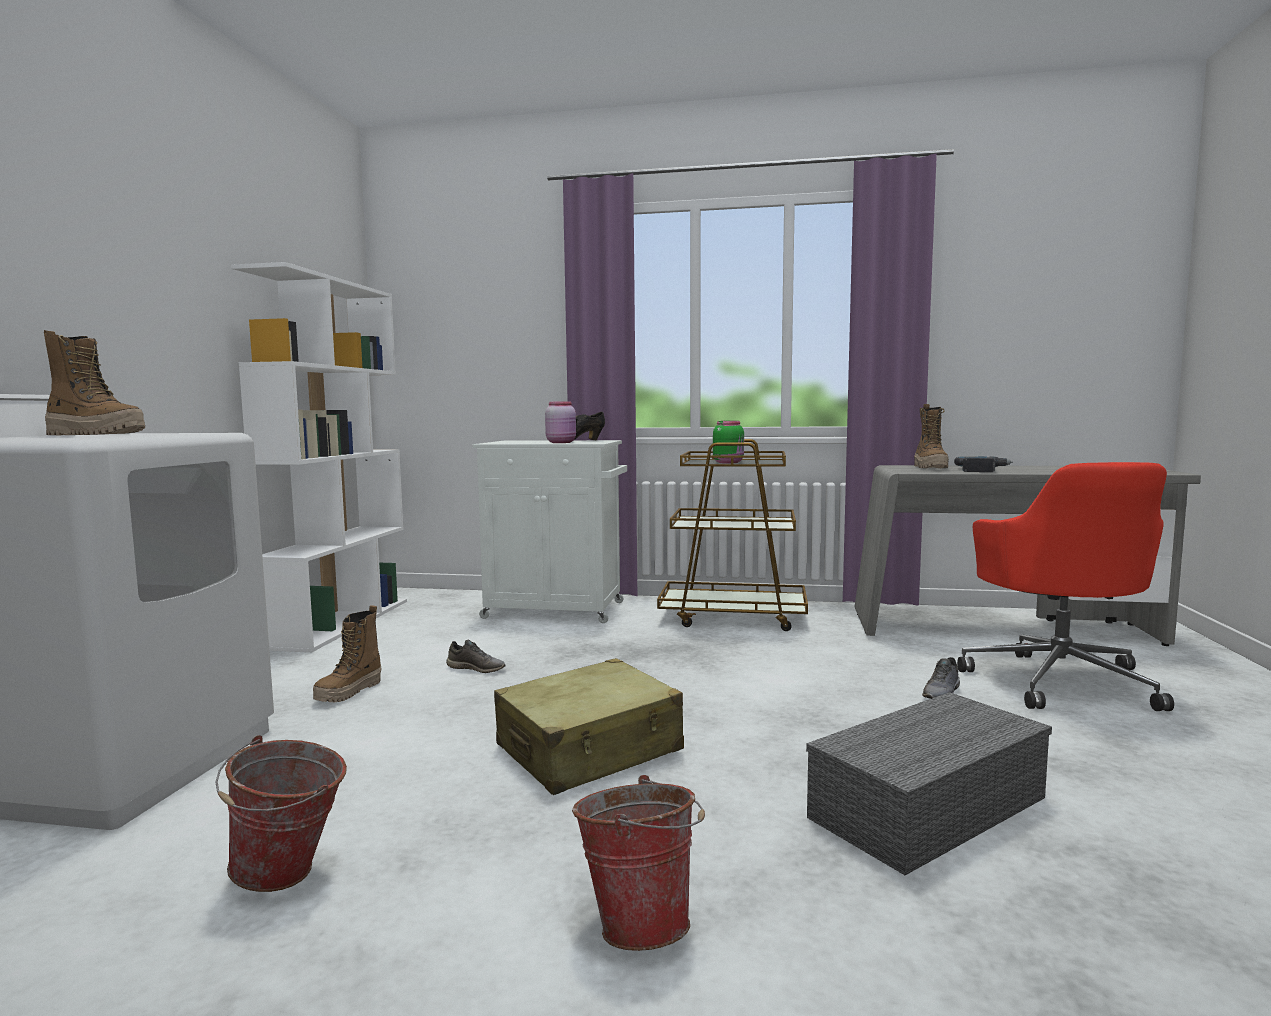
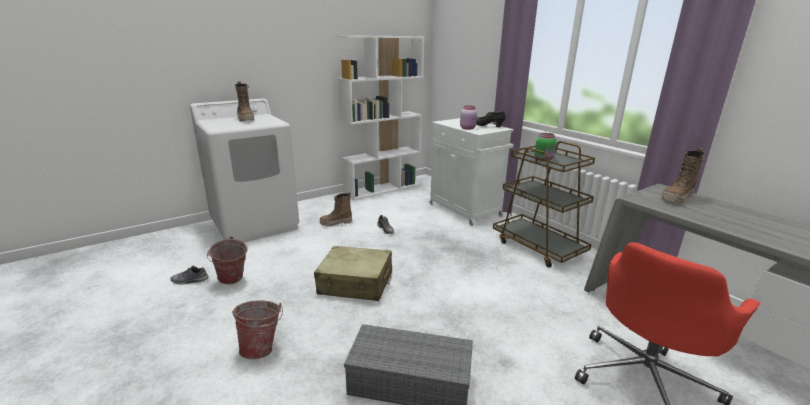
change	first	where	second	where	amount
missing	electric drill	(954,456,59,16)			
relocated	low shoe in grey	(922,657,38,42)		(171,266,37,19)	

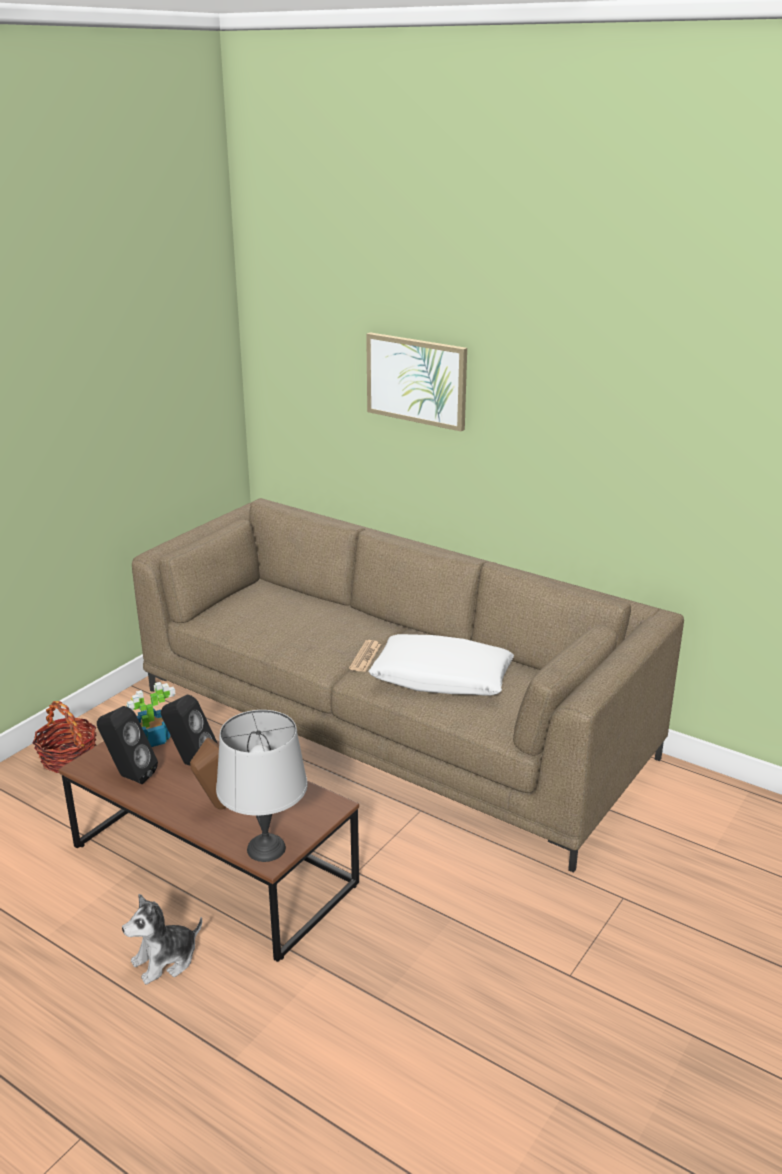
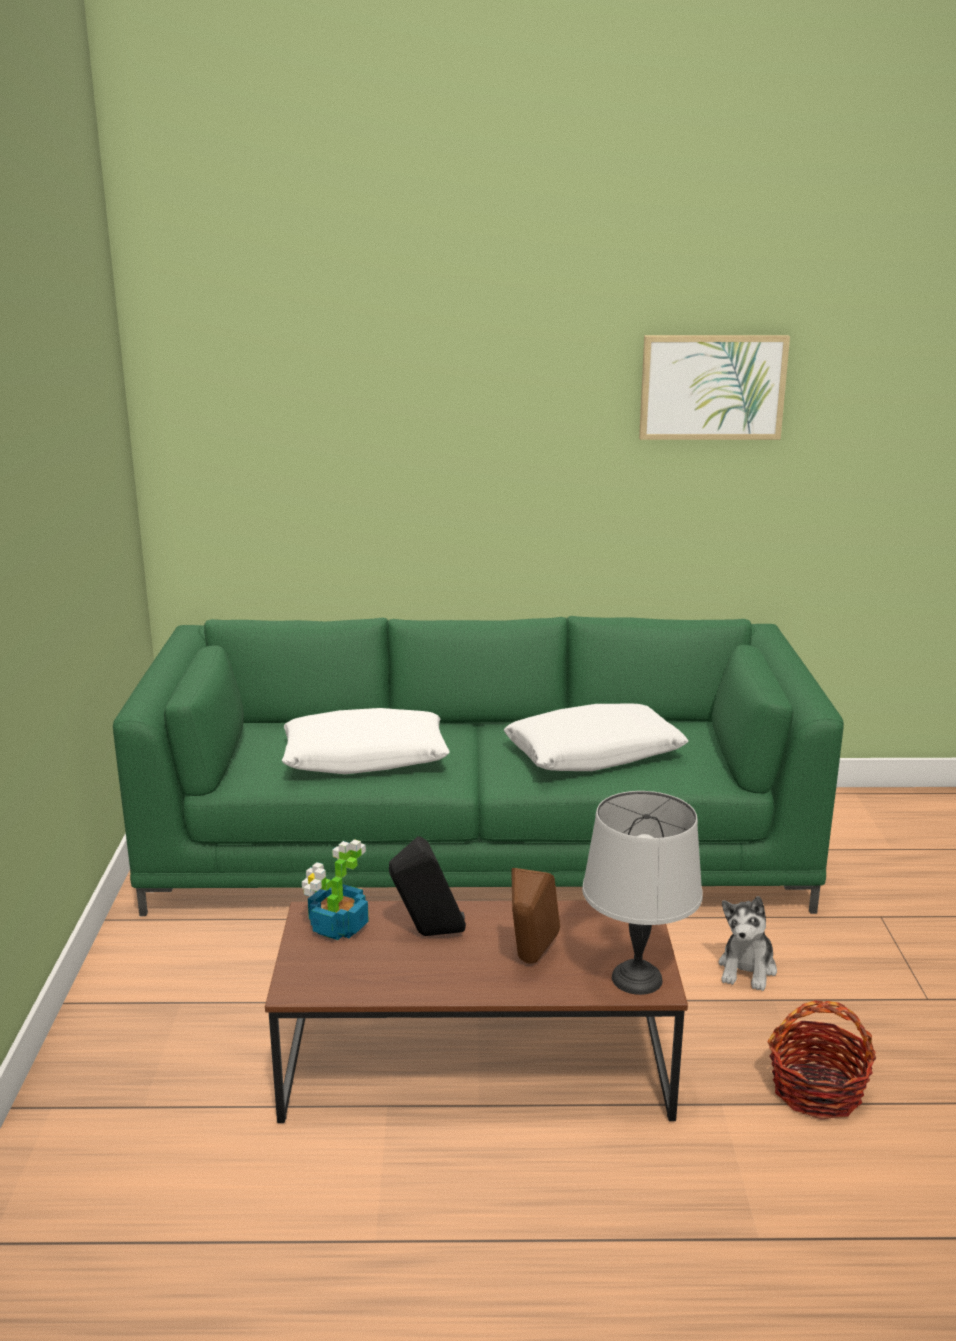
change	first	where	second	where	amount
relocated	wall art	(366,332,101,100)		(639,335,151,105)	
colour	settee in brownish	(132,498,552,375)	settee in green	(113,616,731,300)	
missing	newspaper	(349,640,32,32)			
relocated	basket	(33,701,63,72)		(768,1000,108,120)	
missing	audio speaker in blackish	(97,706,61,78)			
relocated	soft toy	(122,894,80,91)		(718,896,59,95)	
appeared			cushion in white	(282,708,168,66)	

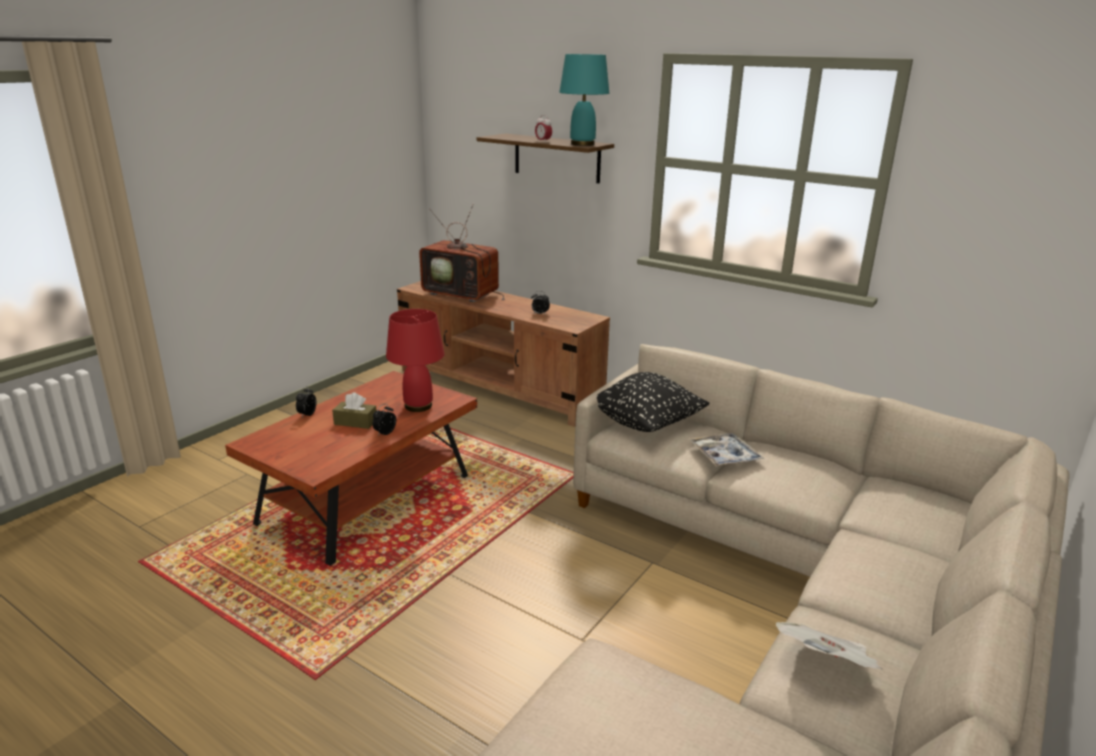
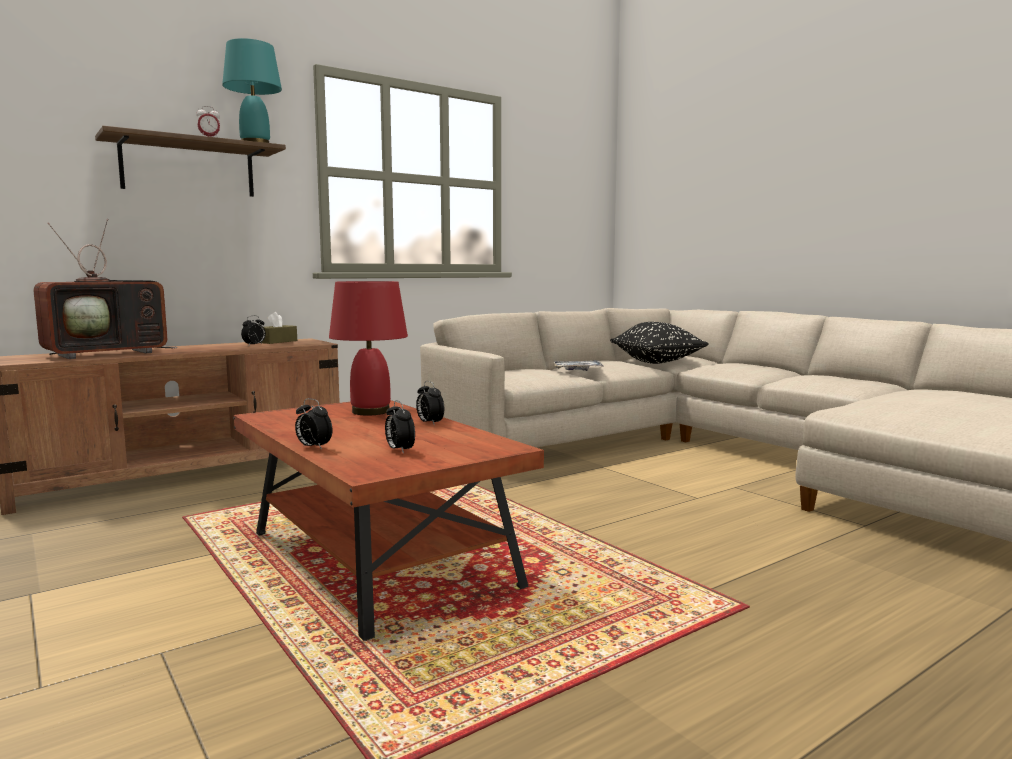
change	first	where	second	where	amount
relocated	cushion in blackish	(597,372,112,60)		(610,322,99,42)	
relocated	tissue box in brownish	(332,392,45,37)		(261,312,36,32)	
missing	newspaper	(776,622,107,48)			
appeared			alarm clock	(385,400,30,54)	

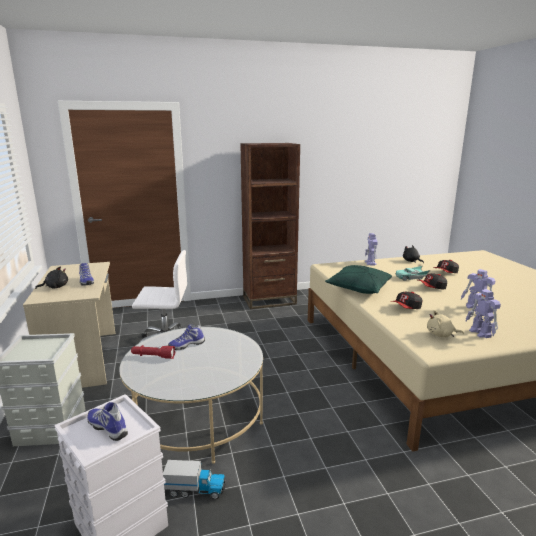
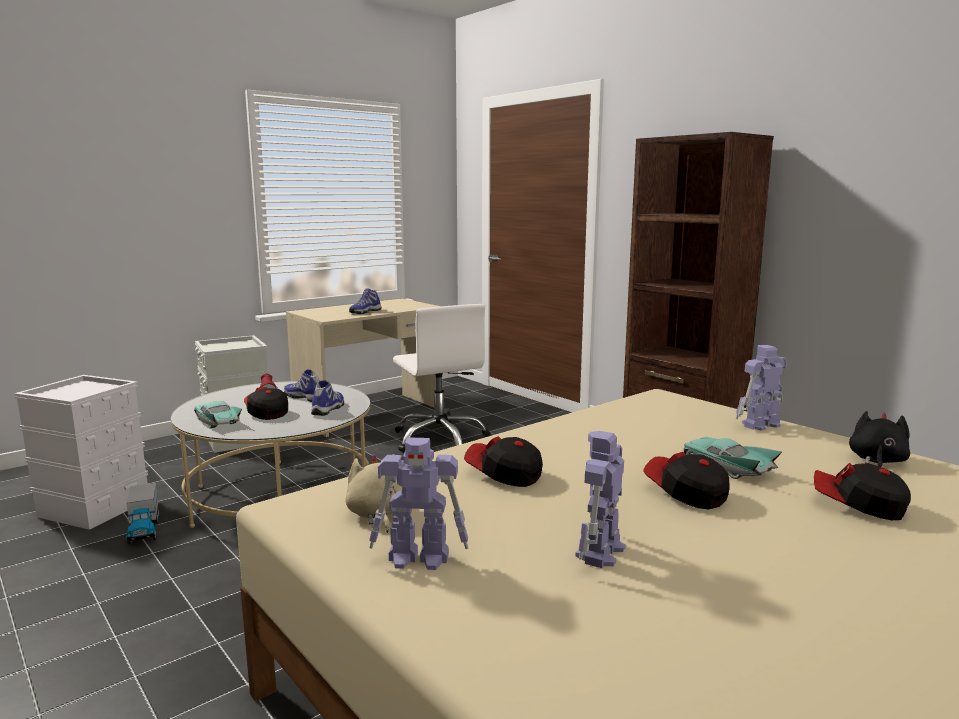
change	first	where	second	where	amount
missing	cushion in green	(325,265,67,29)			
missing	soft toy in blackish	(35,267,33,22)			
spun	toy robot	(466,289,35,49)		(369,437,99,133)	135 degrees counterclockwise
relocated	low shoe	(87,402,41,39)		(311,380,33,36)	
appeared			peaked cap	(244,387,44,33)	
appeared			model car in turquoise-coloured	(194,401,48,27)	

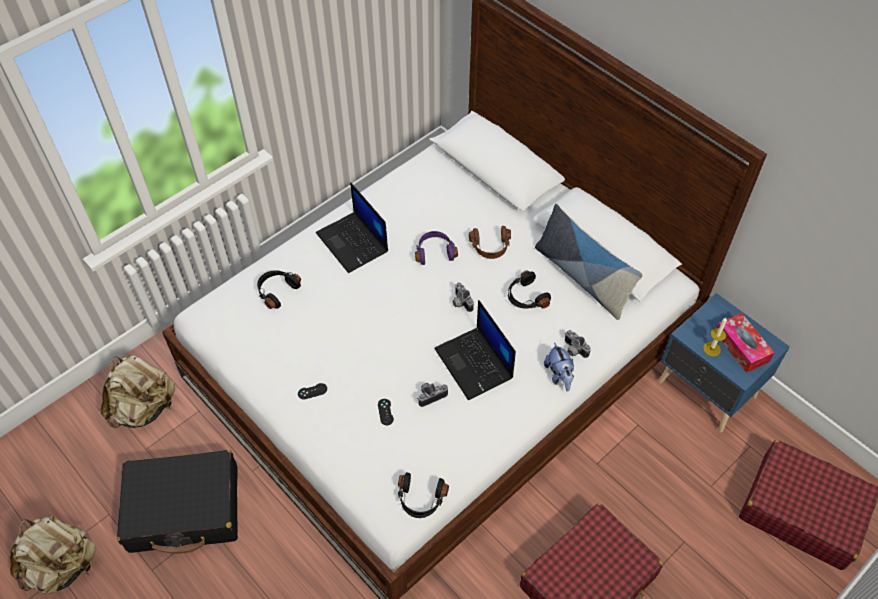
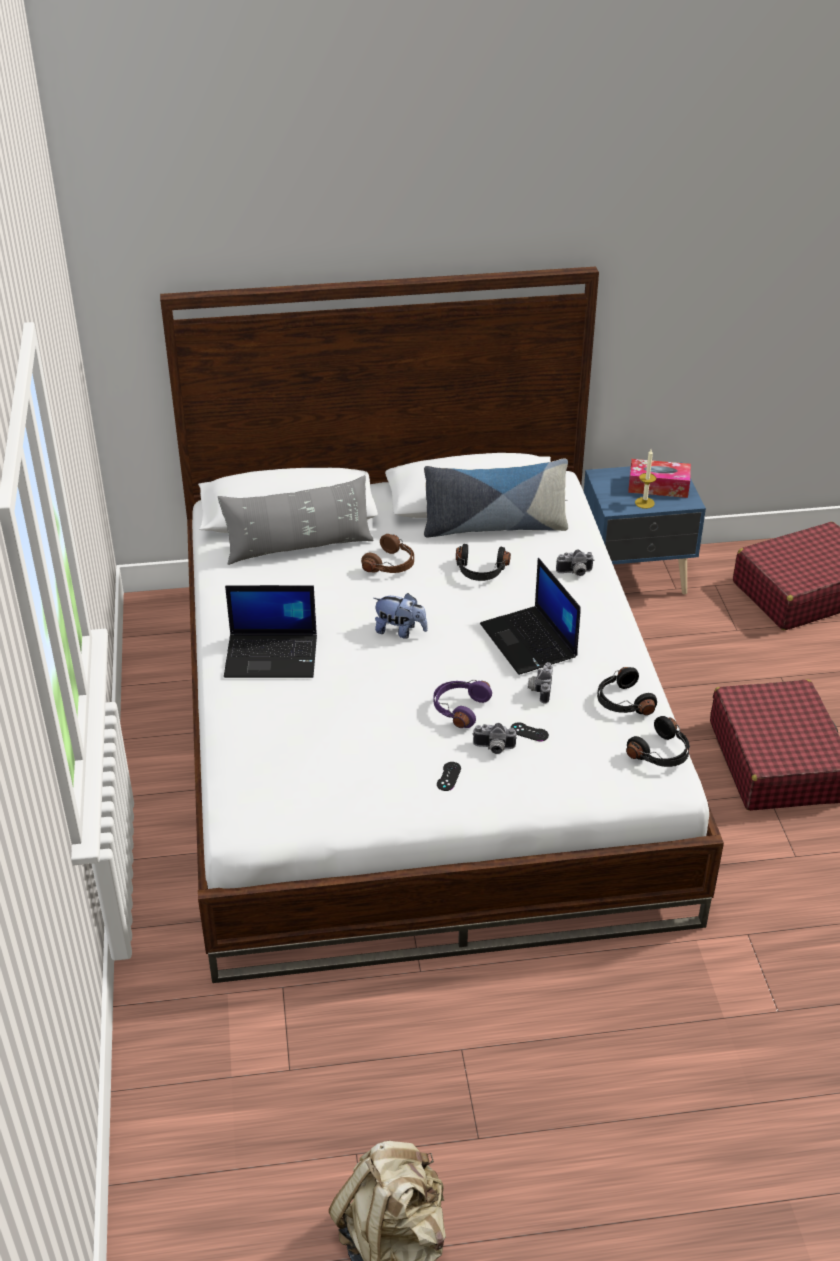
change	first	where	second	where	amount
relocated	pair of headphones in purplish	(415,231,43,34)		(433,680,59,48)	
relocated	pair of headphones in blackish	(257,270,44,39)		(597,667,60,48)	
relocated	photo camera	(452,282,22,30)		(473,723,44,31)	
spun	laptop	(434,300,82,100)		(480,558,101,117)	60 degrees clockwise
relocated	soft toy	(544,342,30,50)		(373,593,55,46)	
missing	rucksack in sand-coloured	(101,355,74,73)			
missing	piece of luggage in blackish	(117,450,121,104)			
appeared			cushion in grey	(218,475,156,90)	

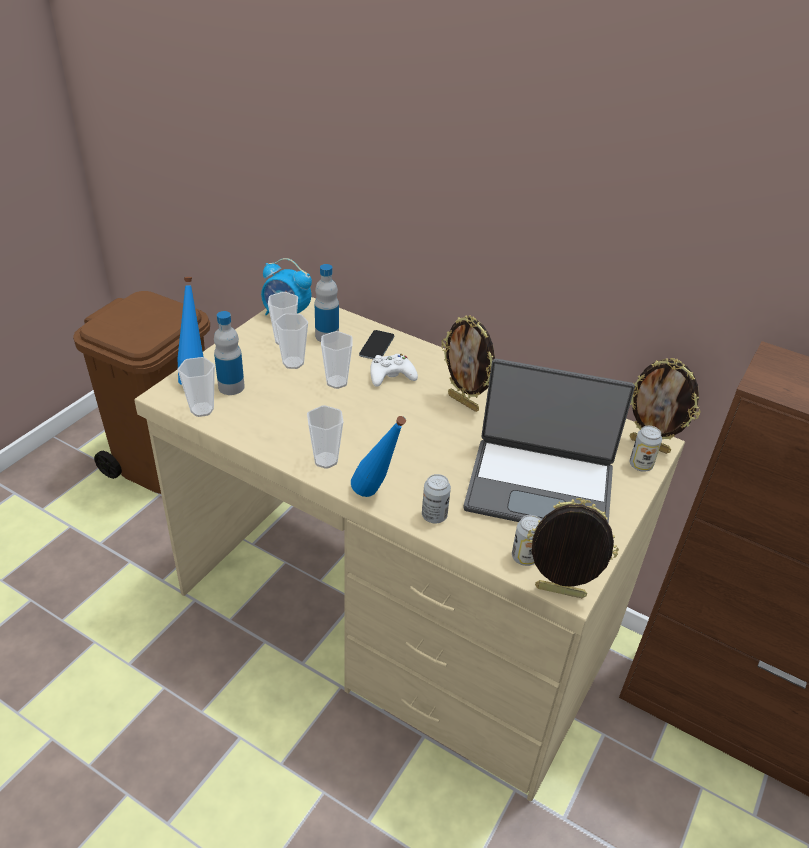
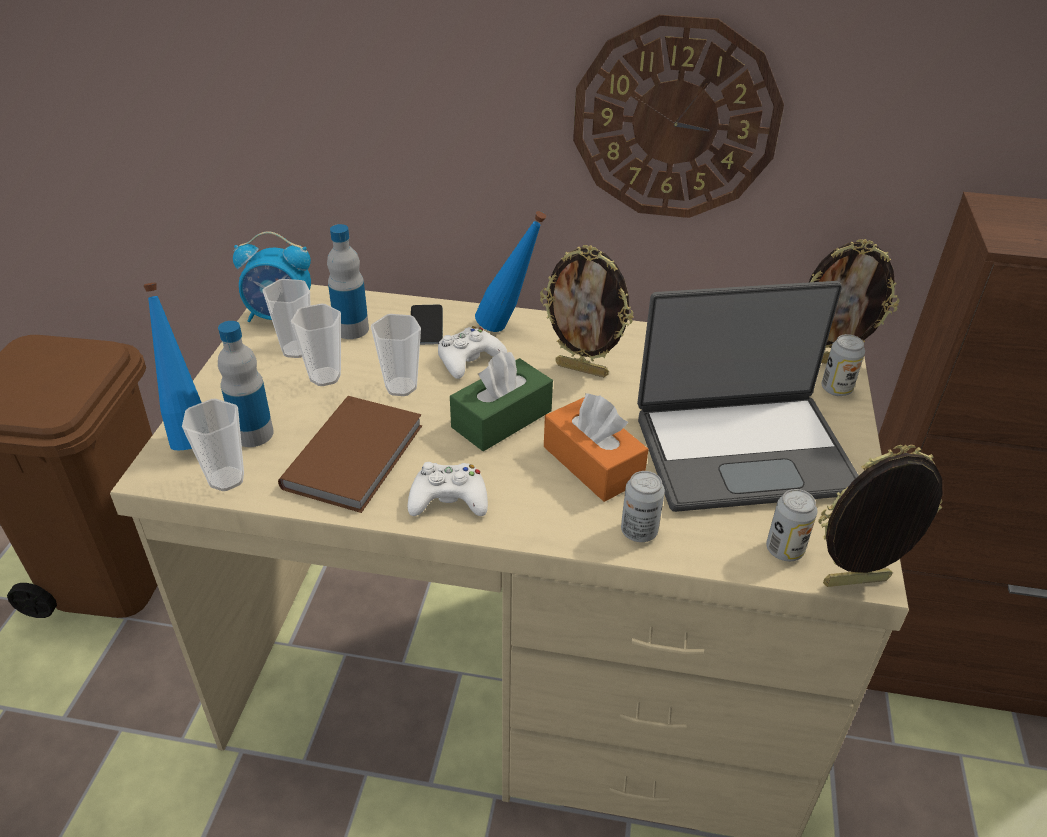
change	first	where	second	where	amount
exchanged	cup	(307,405,37,64)	game controller in white	(408,462,80,54)	
relocated	drink bottle in blue-coloured	(351,416,55,81)		(475,211,71,121)	
appeared			clock on the wall	(573,14,211,204)	
appeared			tissue box in green	(450,352,103,99)	
appeared			tissue box in orangey	(544,393,104,109)	
appeared			volume in brownish	(278,396,144,117)	

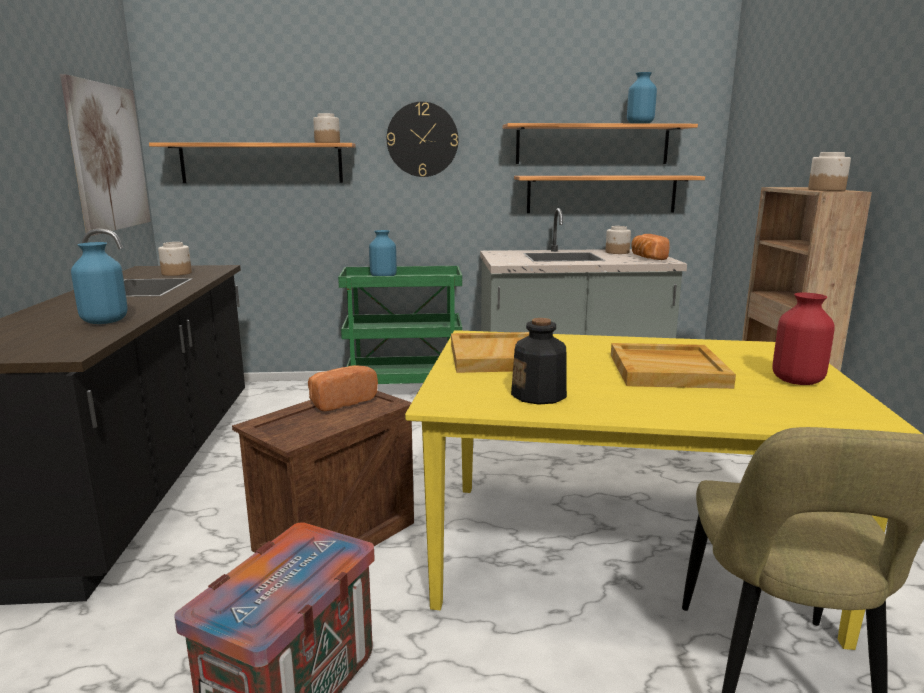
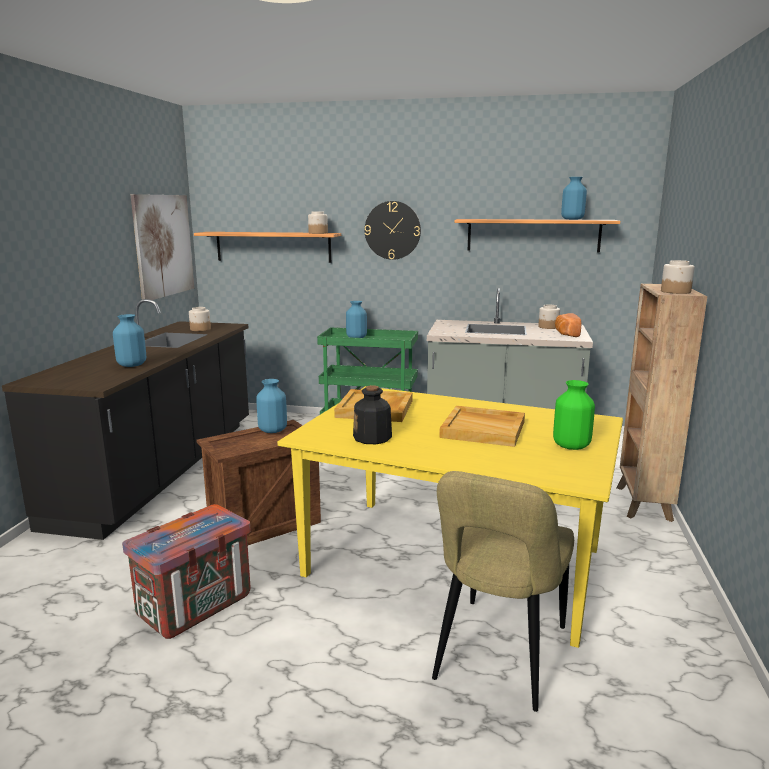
change	first	where	second	where	amount
missing	wall shelf	(514,175,191,38)			
colour	decorative vase in red	(772,293,63,92)	decorative vase in green	(553,380,42,70)	
exchanged	bread	(308,365,70,46)	decorative vase in blue-coloured	(256,379,31,54)	

